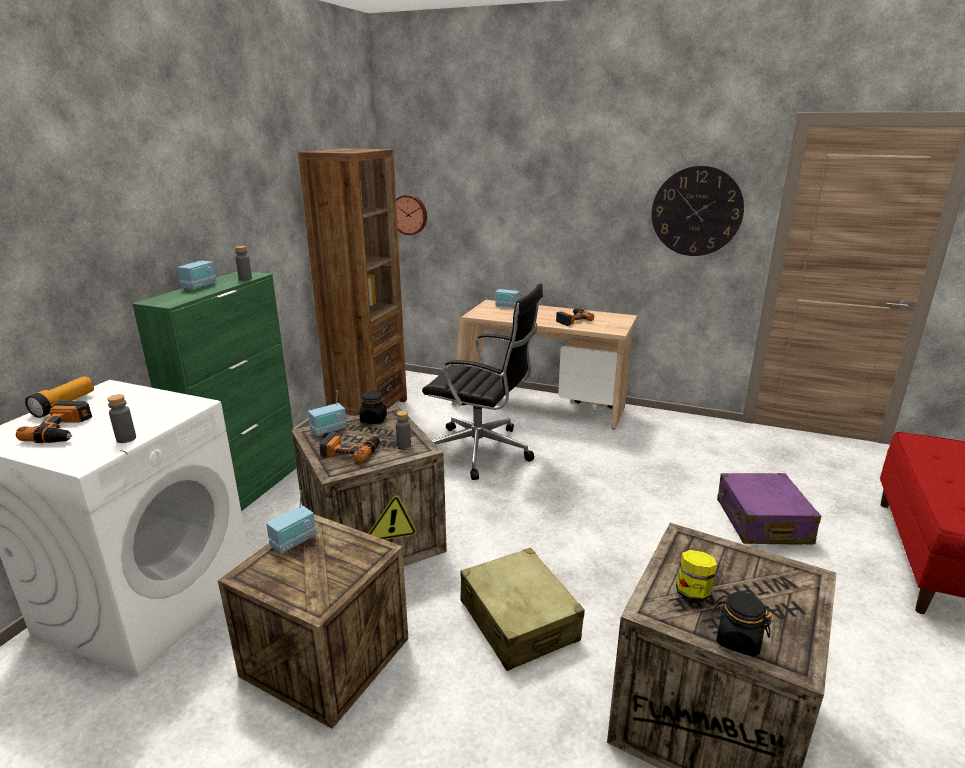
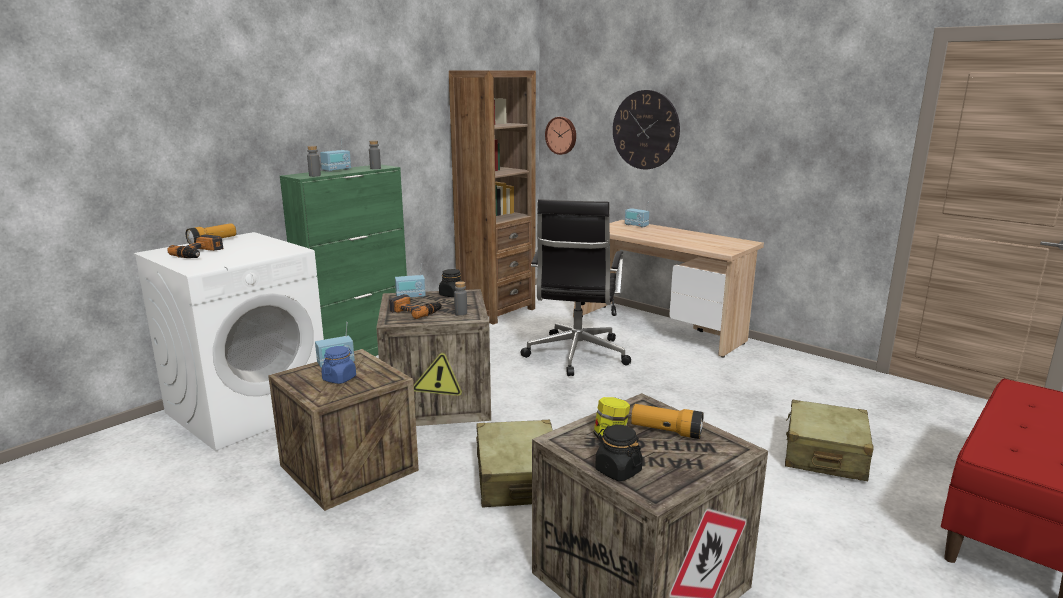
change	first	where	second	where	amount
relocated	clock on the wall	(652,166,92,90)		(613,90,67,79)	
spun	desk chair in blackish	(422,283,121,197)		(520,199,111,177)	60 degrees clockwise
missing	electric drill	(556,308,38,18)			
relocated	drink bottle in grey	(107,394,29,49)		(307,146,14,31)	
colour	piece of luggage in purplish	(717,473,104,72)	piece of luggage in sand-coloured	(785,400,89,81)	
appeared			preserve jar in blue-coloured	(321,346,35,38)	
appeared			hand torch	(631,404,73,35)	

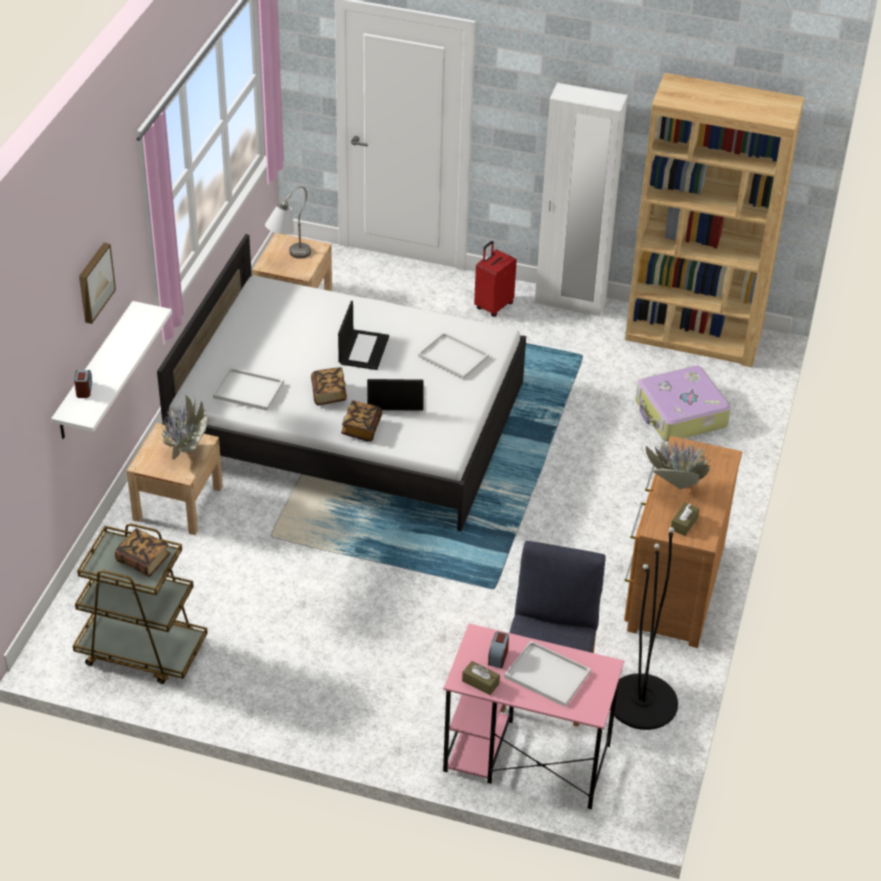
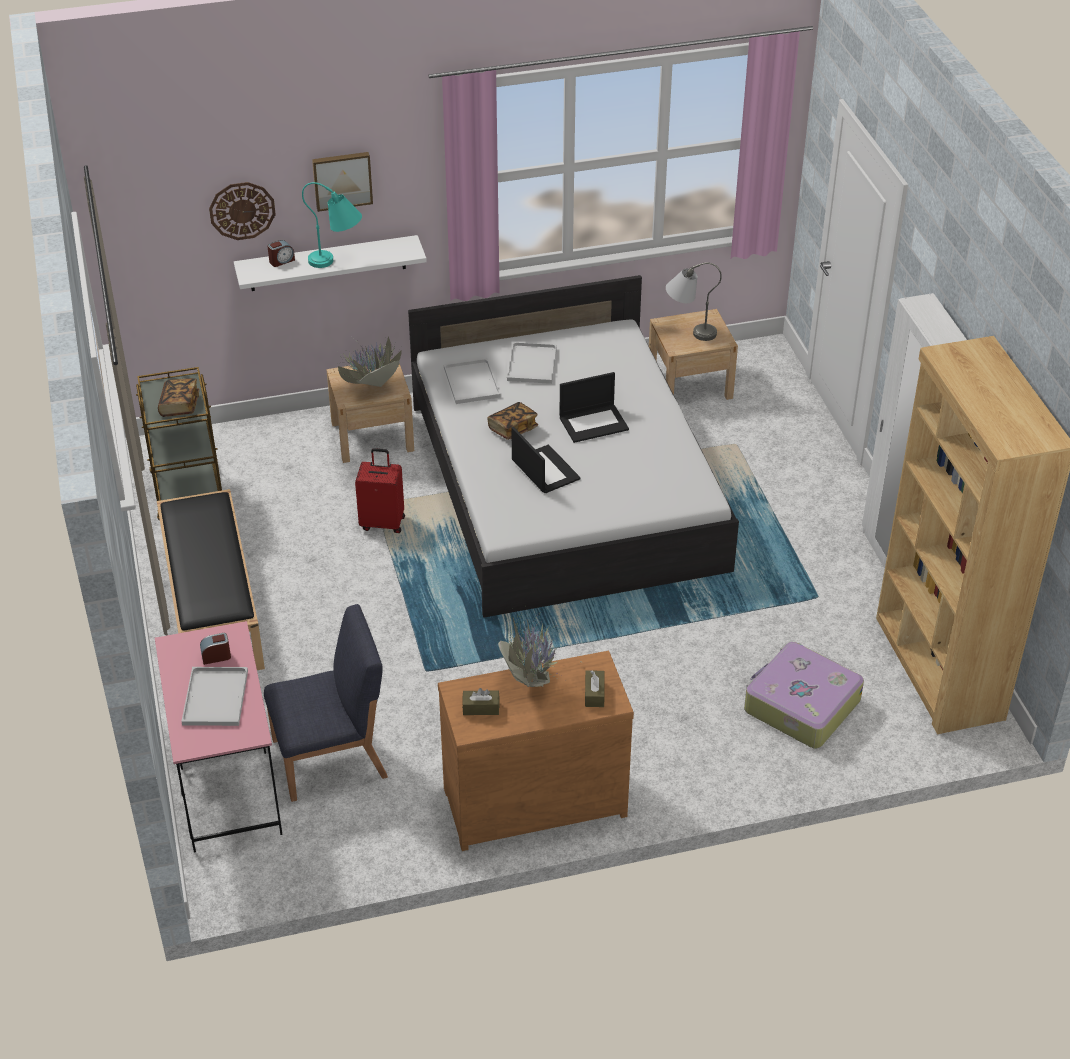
change	first	where	second	where	amount
relocated	piece of luggage in red	(474,241,43,76)		(355,448,50,85)	
relocated	serving tray in white	(418,332,71,47)		(507,342,50,42)	
missing	volume	(341,401,41,41)			
missing	standard lamp in blackish	(610,527,68,203)			
relocated	tissue box in brownish	(462,661,38,34)		(585,670,20,37)	
appeared			clock on the wall	(209,182,67,58)	
appeared			table lamp in turquoise-coloured	(302,182,60,86)	
appeared			bench in blackish	(157,489,108,181)	

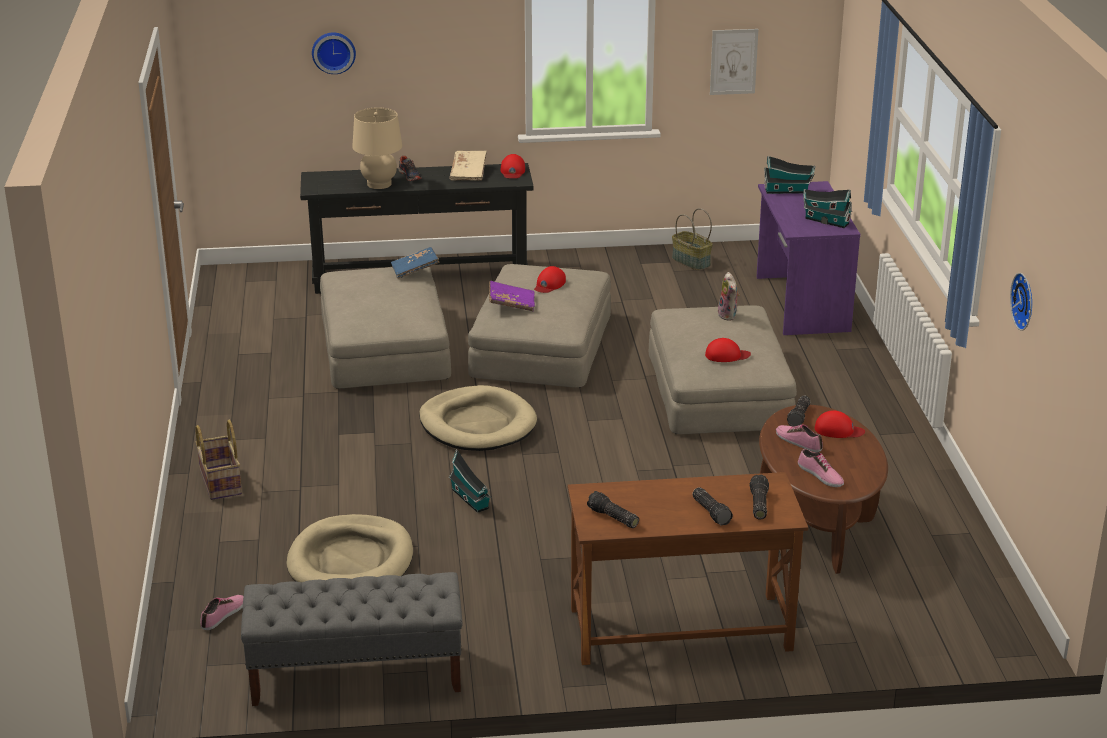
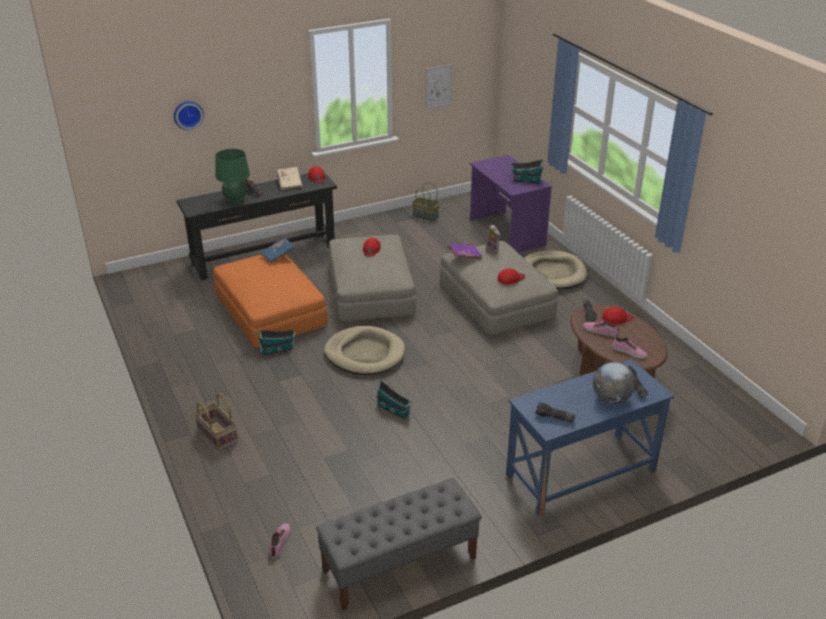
change	first	where	second	where	amount
colour	table lamp in sand-coloured	(352,107,50,82)	table lamp in green	(215,149,35,55)	
relocated	model house	(764,156,51,38)		(258,330,37,26)	
colour	ottoman in sand-coloured	(320,267,131,122)	ottoman in orangey	(213,254,115,93)	
missing	clock on the wall	(1010,273,22,58)			
relocated	volume in purplish	(489,281,46,30)		(448,244,34,15)	
colour	desk in brownish	(568,472,240,193)	desk in blue-coloured	(506,359,168,157)	
exchanged	hand torch	(693,487,40,38)	desk globe	(593,362,42,42)	
relocated	dog cushion in sand-coloured	(287,514,126,68)		(524,250,63,39)	

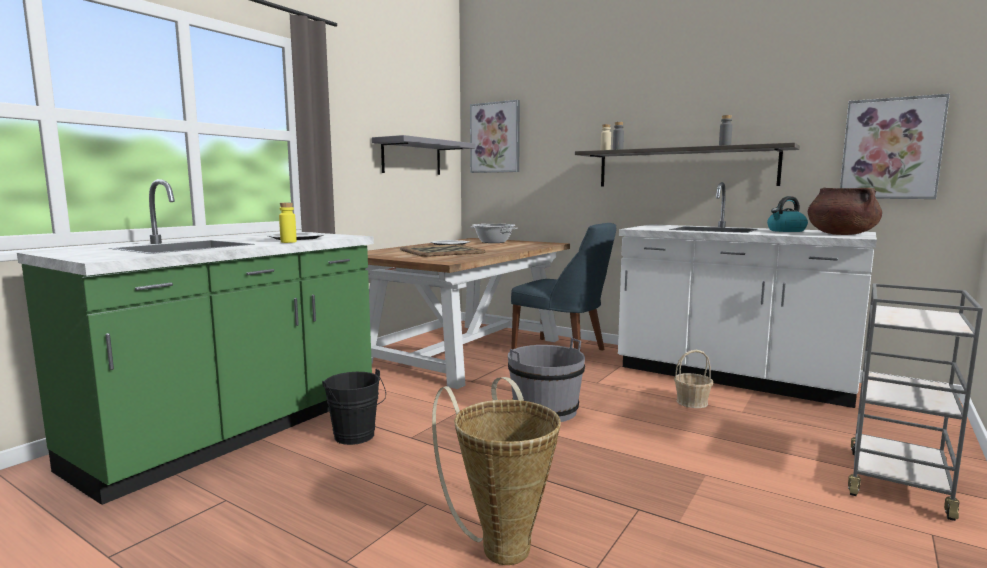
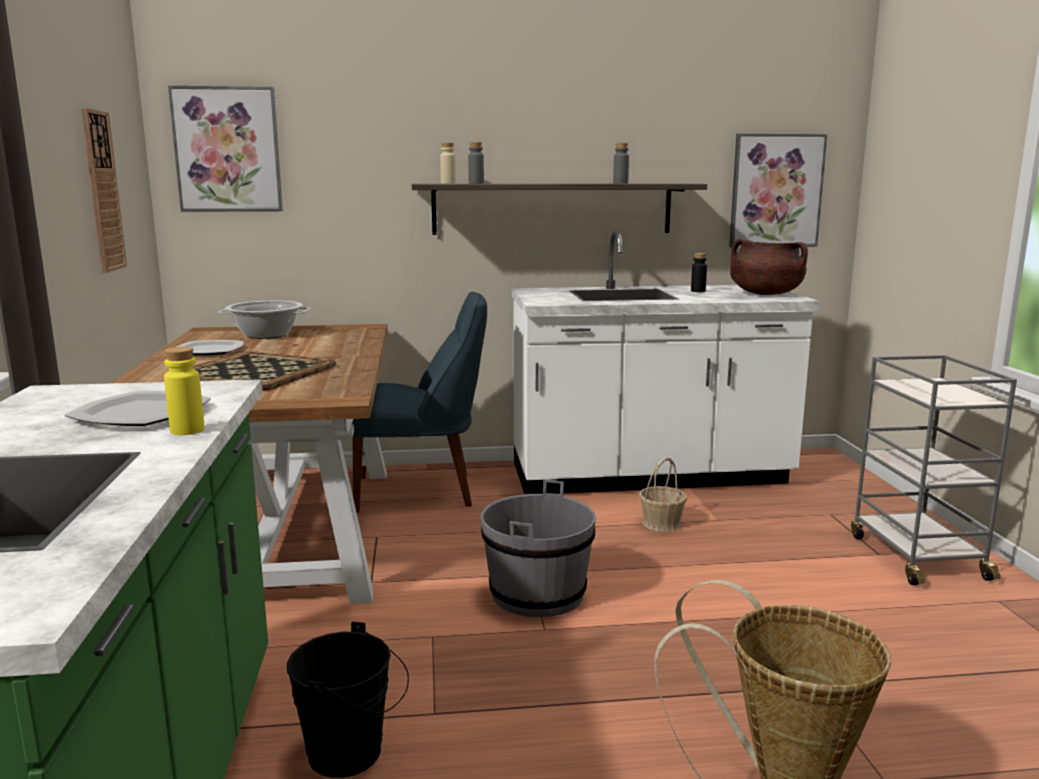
change	first	where	second	where	amount
exchanged	wall shelf in grey	(372,135,104,40)	clock on the wall	(81,108,46,165)	
exchanged	tea kettle	(767,196,41,36)	drink bottle in blackish	(691,253,16,39)	

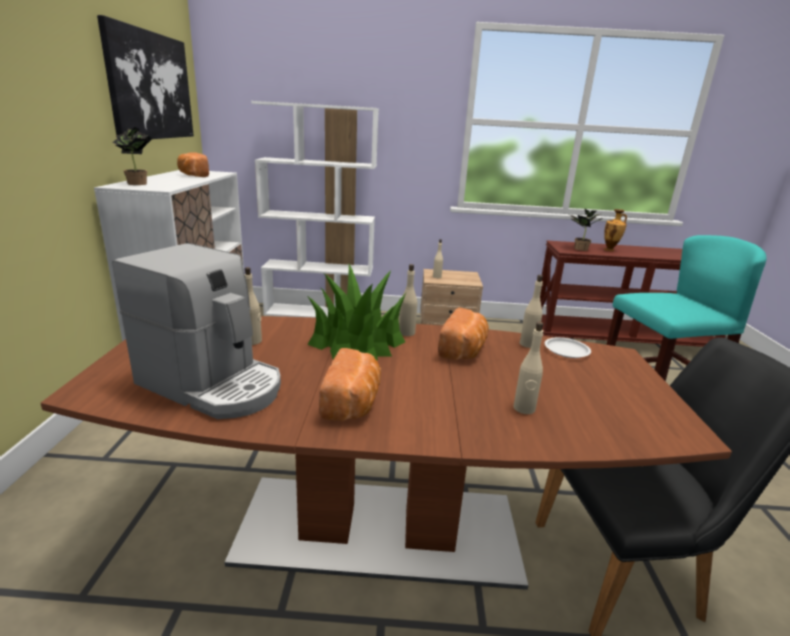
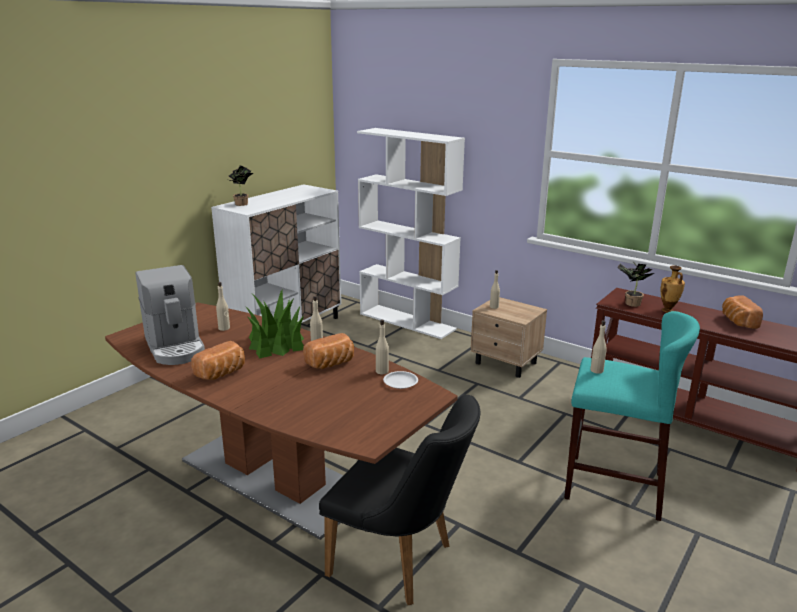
change	first	where	second	where	amount
missing	wall art	(97,15,97,124)			
relocated	bread	(177,152,32,25)		(722,295,41,34)	
relocated	drink bottle in sand-coloured	(513,321,30,93)		(590,320,17,54)	

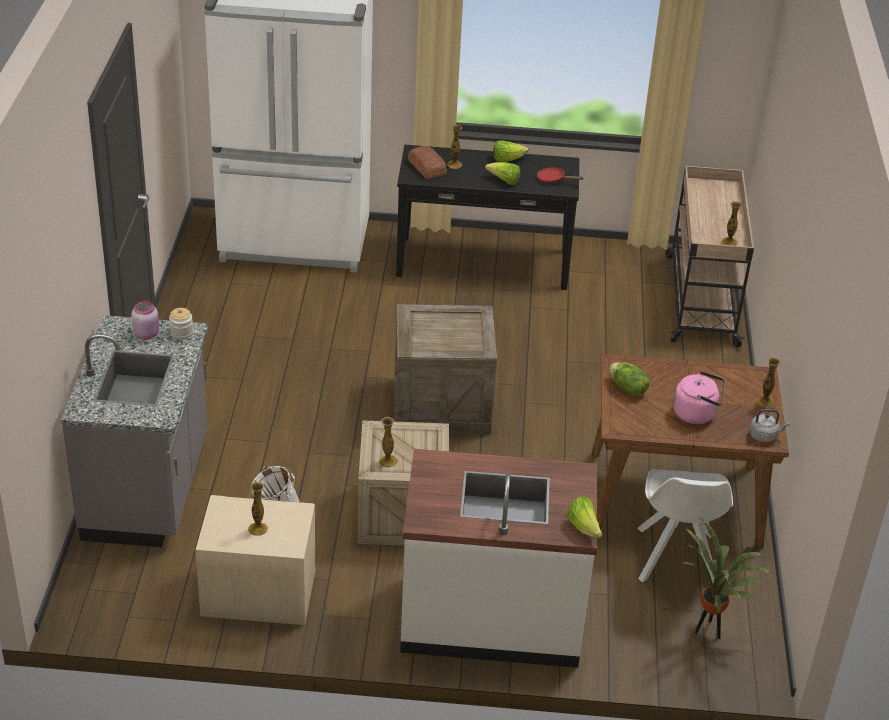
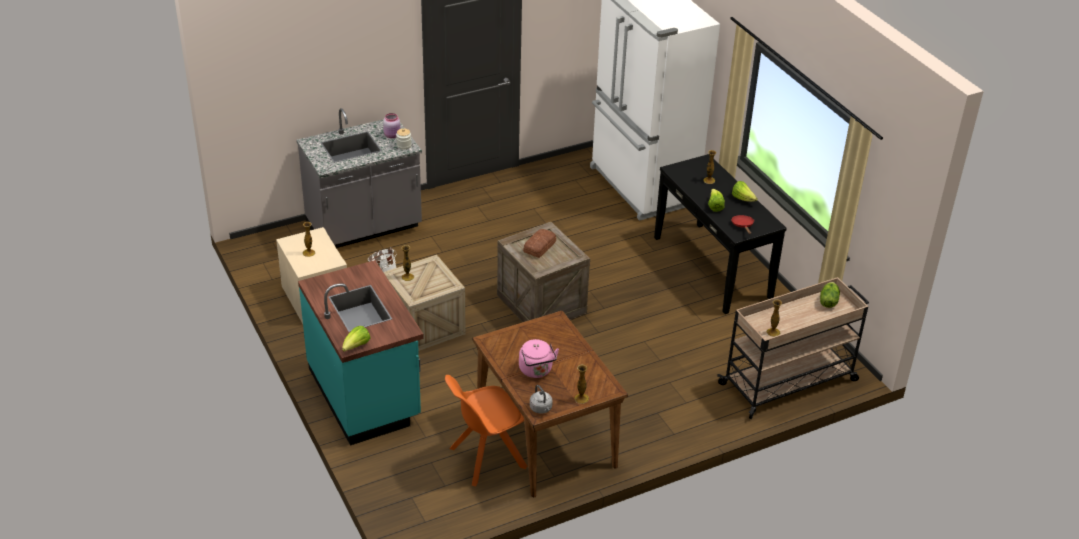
change	first	where	second	where	amount
relocated	bread	(408,146,39,33)		(523,229,33,29)	
relocated	head of lettuce	(609,362,41,34)		(820,282,20,26)	
colour	counter in white	(400,449,198,219)	counter in turquoise-coloured	(298,260,126,186)	
colour	chair in white	(637,469,96,113)	chair in orangey	(445,375,82,111)	
missing	houseplant	(683,517,91,122)			

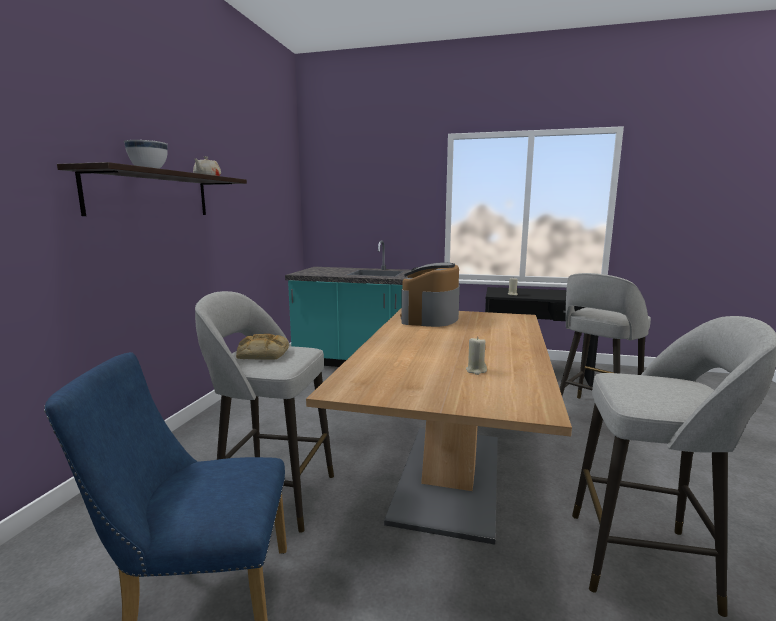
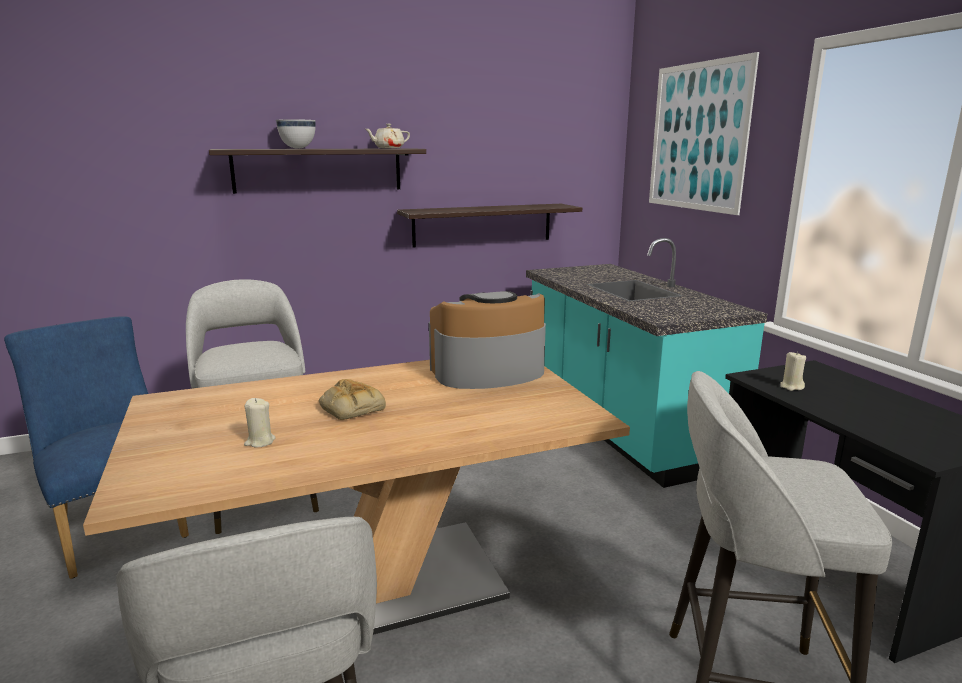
change	first	where	second	where	amount
relocated	bread	(236,334,53,26)		(319,379,67,41)	
appeared			wall art	(649,52,110,163)	
appeared			wall shelf	(397,204,185,43)	

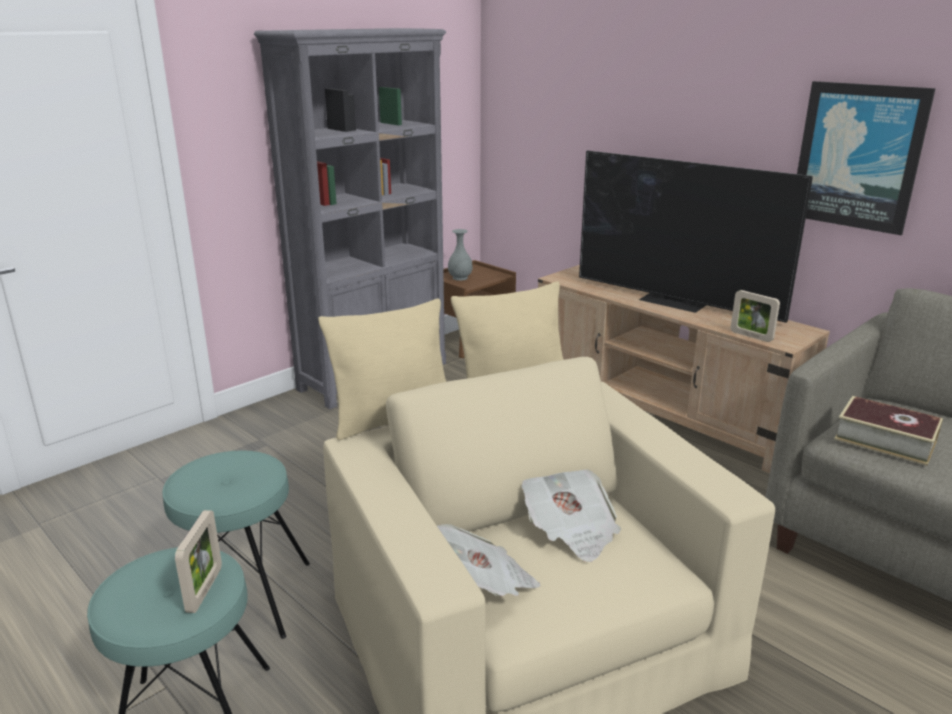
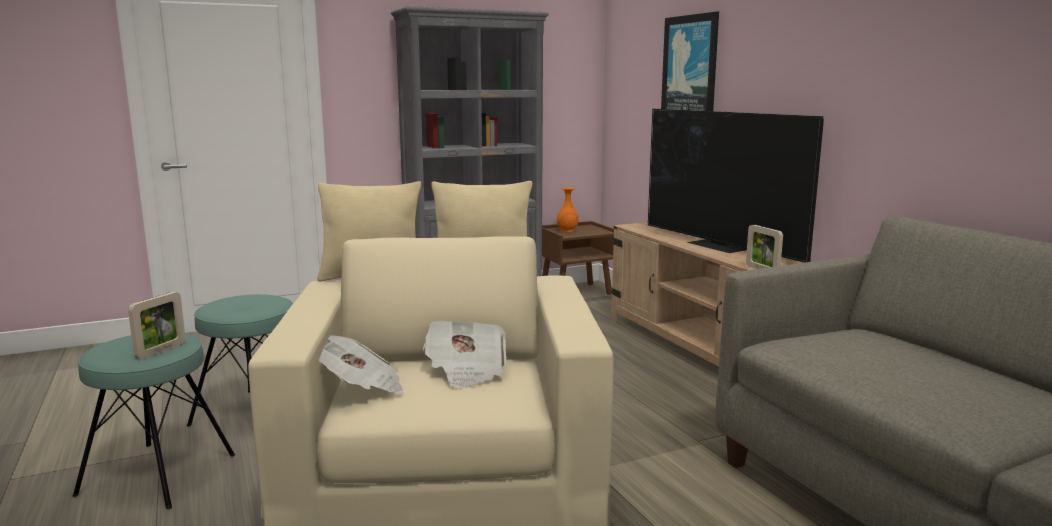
change	first	where	second	where	amount
relocated	wall art	(797,81,139,154)		(661,11,58,100)	
colour	decorative vase in grey	(448,229,25,52)	decorative vase in orangey	(557,187,22,45)	
missing	volume	(834,396,109,70)			

